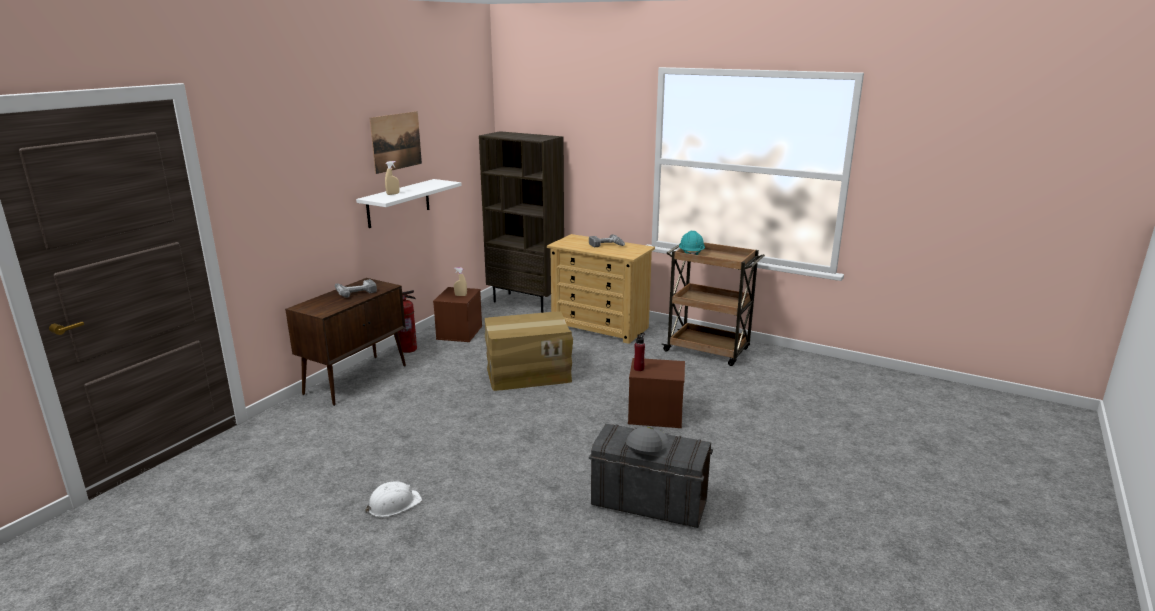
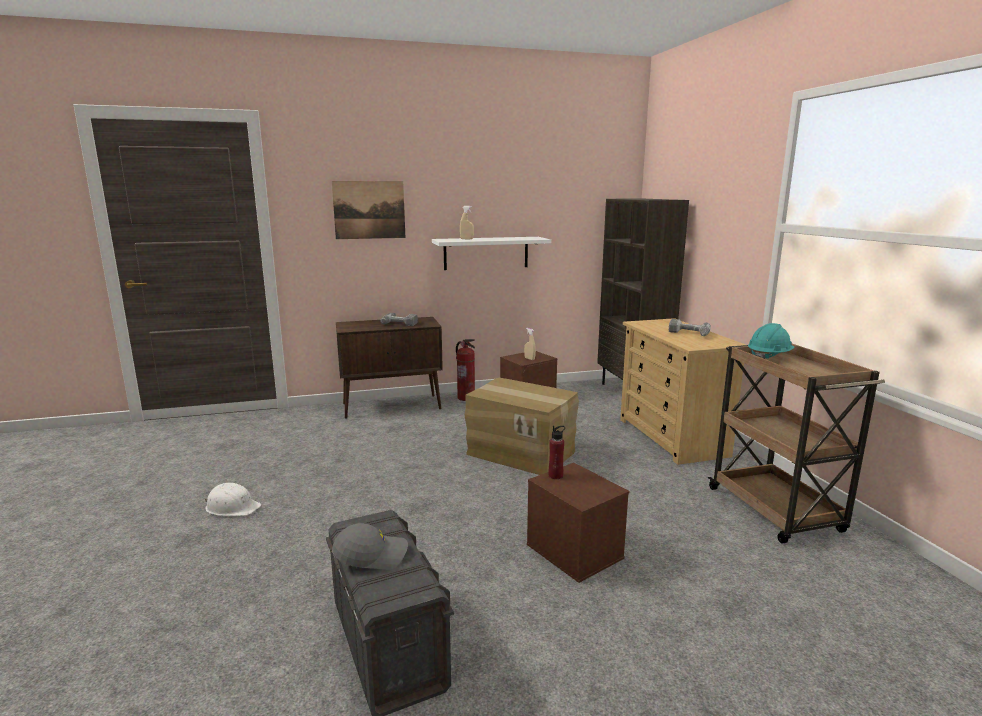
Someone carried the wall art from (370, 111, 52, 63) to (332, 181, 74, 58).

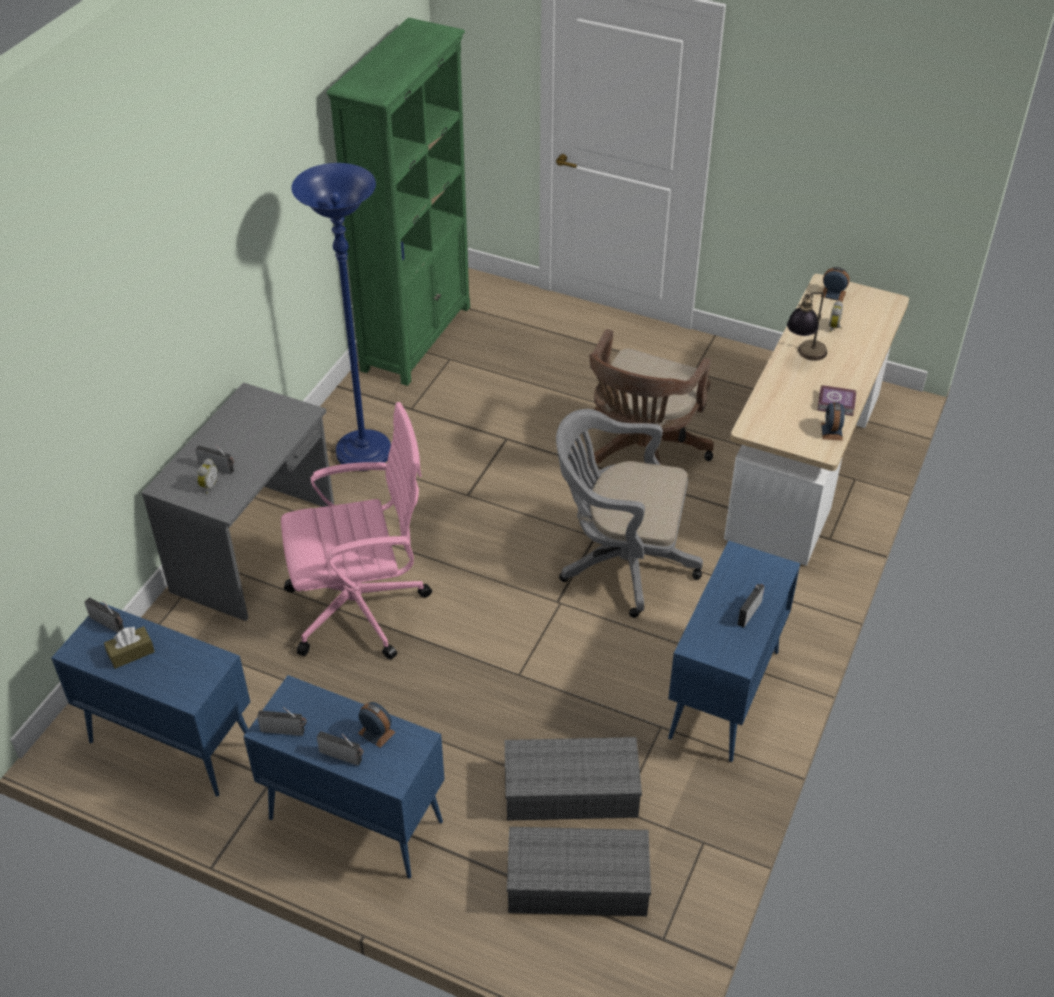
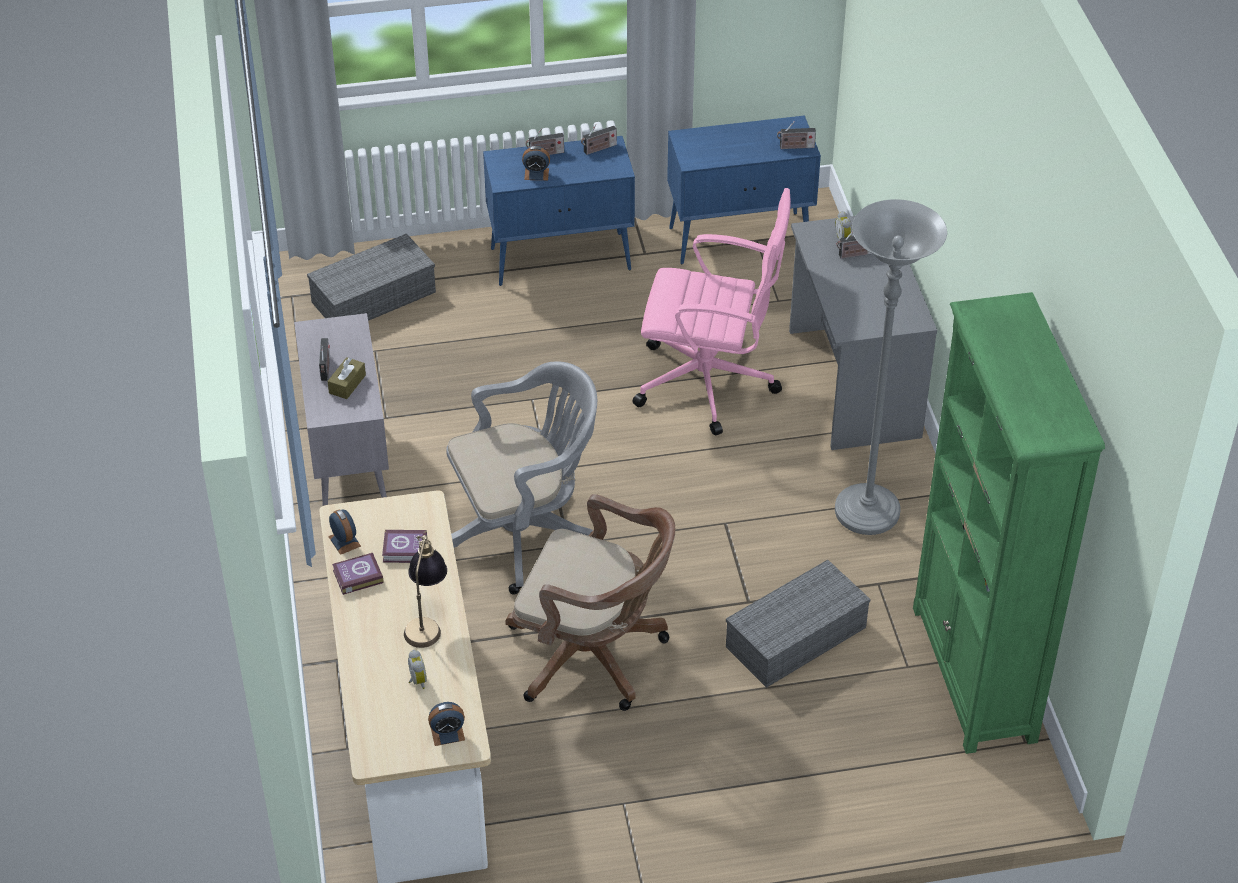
Someone put down the volume at (382, 530, 45, 33). Someone carried the brown tissue box from (104, 626, 51, 43) to (327, 357, 39, 42). Someone carried the gray storage container from (505, 737, 137, 84) to (726, 560, 145, 128). Someone repainted the bluish standing lamp at (291, 163, 100, 308), which became the gray standing lamp at (835, 199, 112, 336). Someone repainted the bluish cupboard at (668, 541, 132, 221), which became the gray cupboard at (294, 313, 95, 193). Someone rotated the pinkish desk chair at (281, 402, 151, 258) by 120 degrees counterclockwise. Someone rotated the brown desk chair at (587, 329, 127, 139) by 120 degrees clockwise.

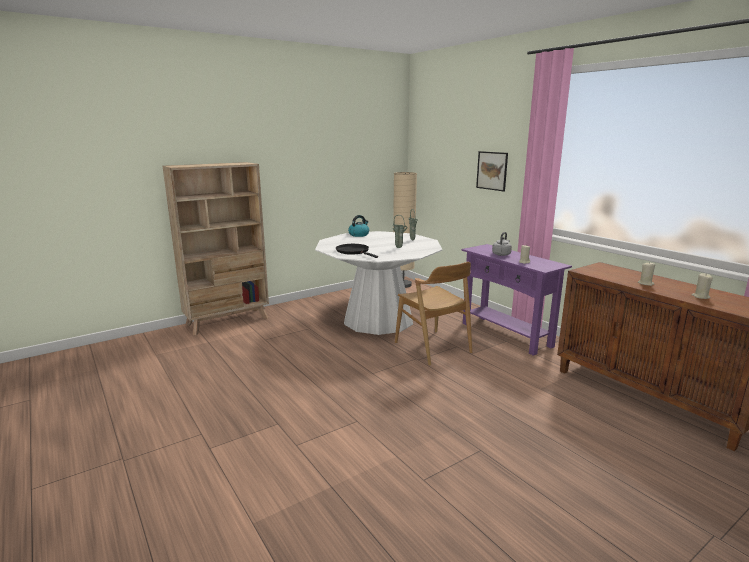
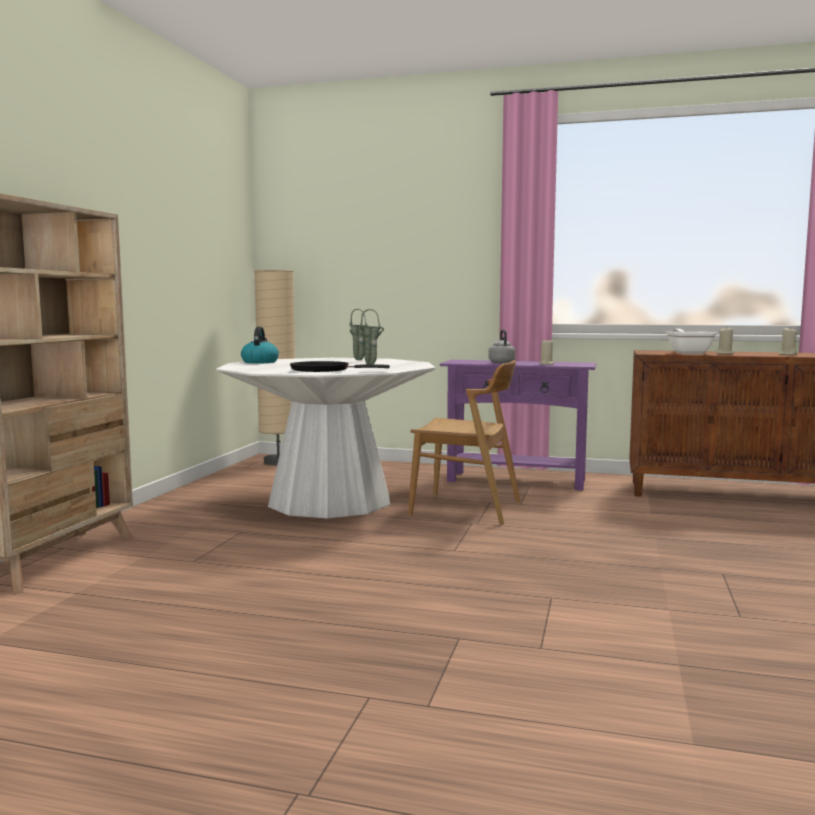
Someone took away the wall art at (476, 151, 32, 40). Someone put down the skillet at (666, 329, 51, 25).

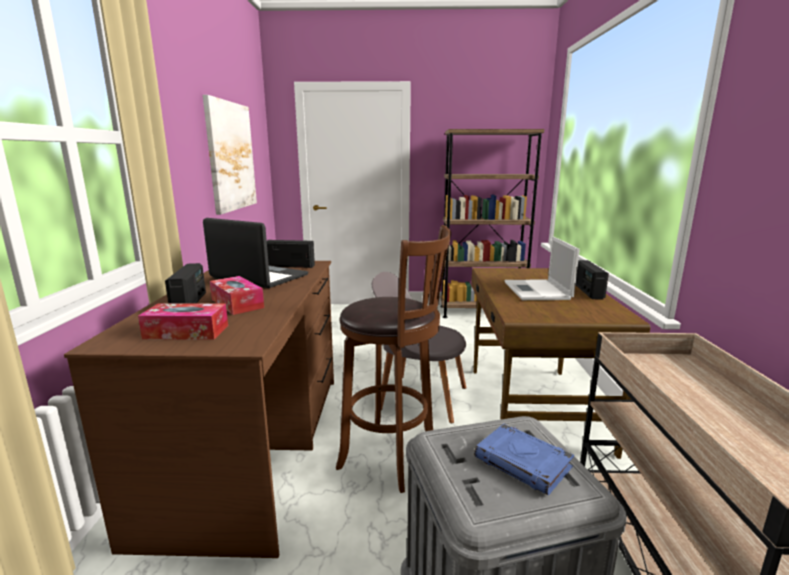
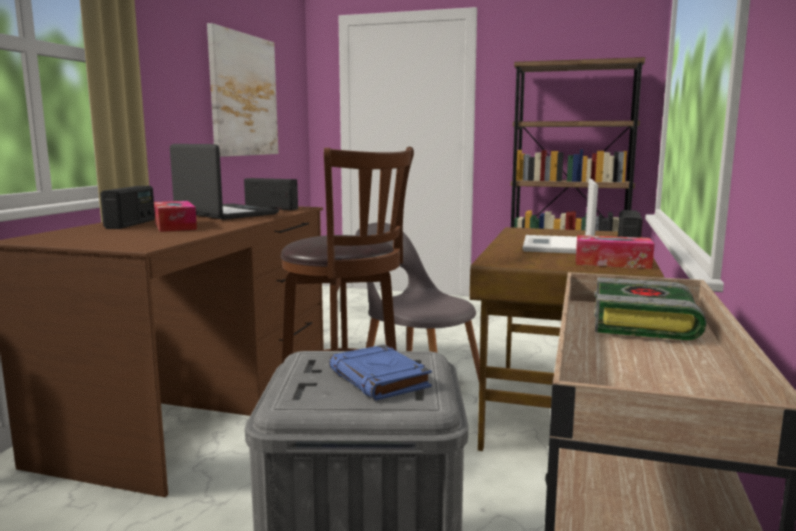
Someone put down the volume at (594, 277, 113, 63). Someone carried the tissue box from (138, 303, 90, 37) to (576, 235, 78, 34).

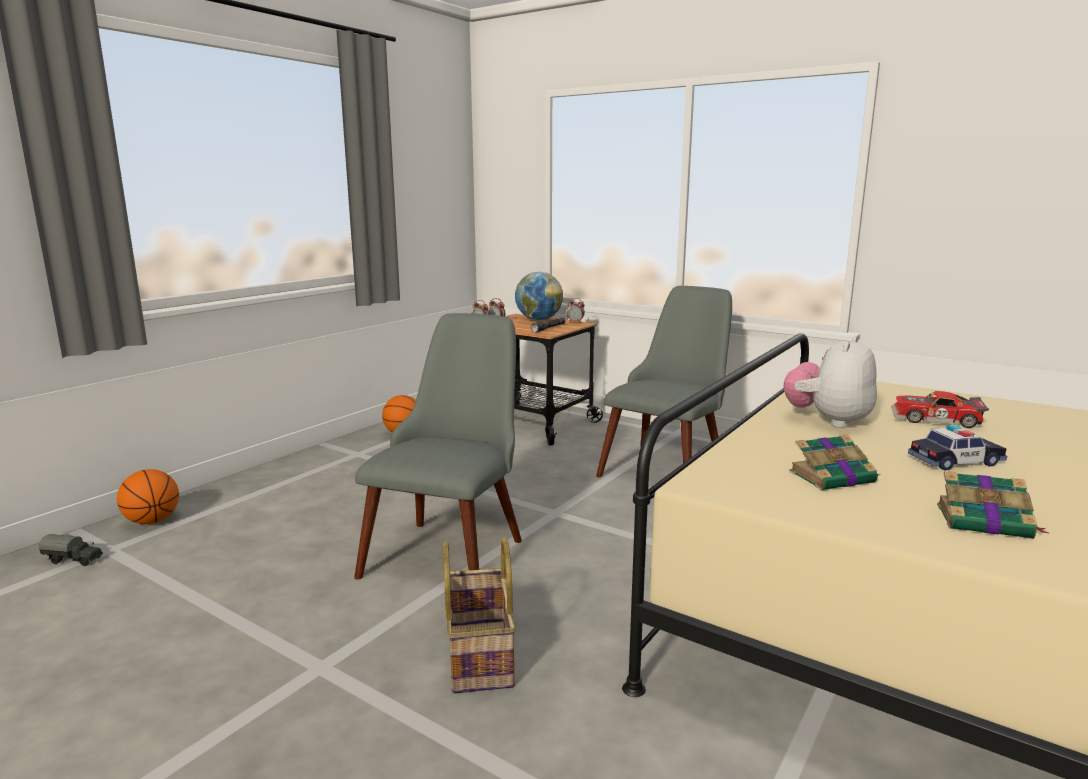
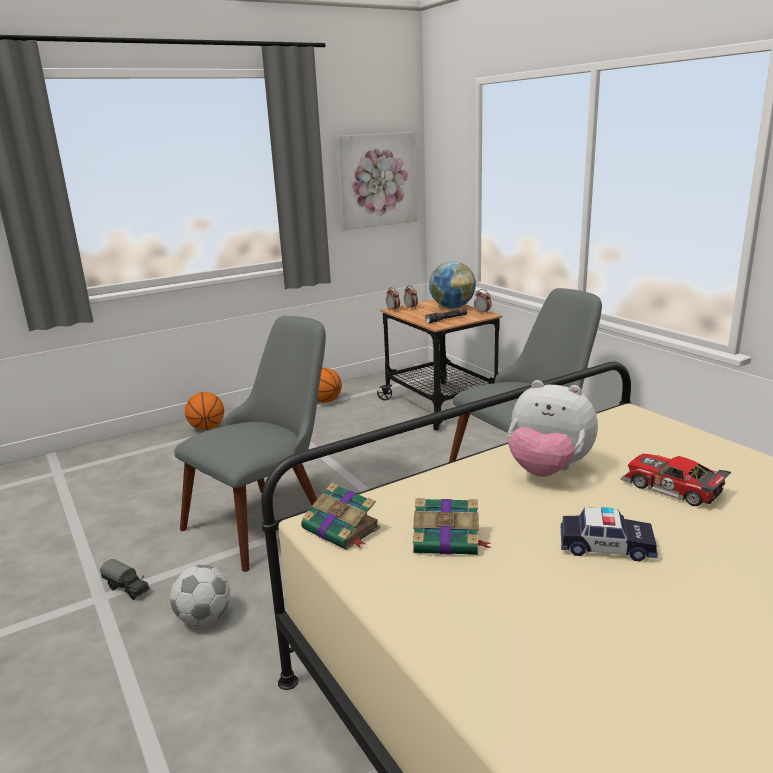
Someone put up the wall art at (335, 132, 82, 98). Someone carried the toy lorry from (39, 534, 64, 32) to (100, 559, 50, 41). Someone carried the basketball ball from (117, 469, 62, 55) to (185, 392, 39, 38). Someone carried the volume from (937, 471, 111, 68) to (301, 482, 79, 68). Someone swapped the basket at (443, 538, 73, 156) for the football ball at (170, 565, 60, 61). Someone rotated the soft toy at (784, 336, 93, 92) by 120 degrees counterclockwise.

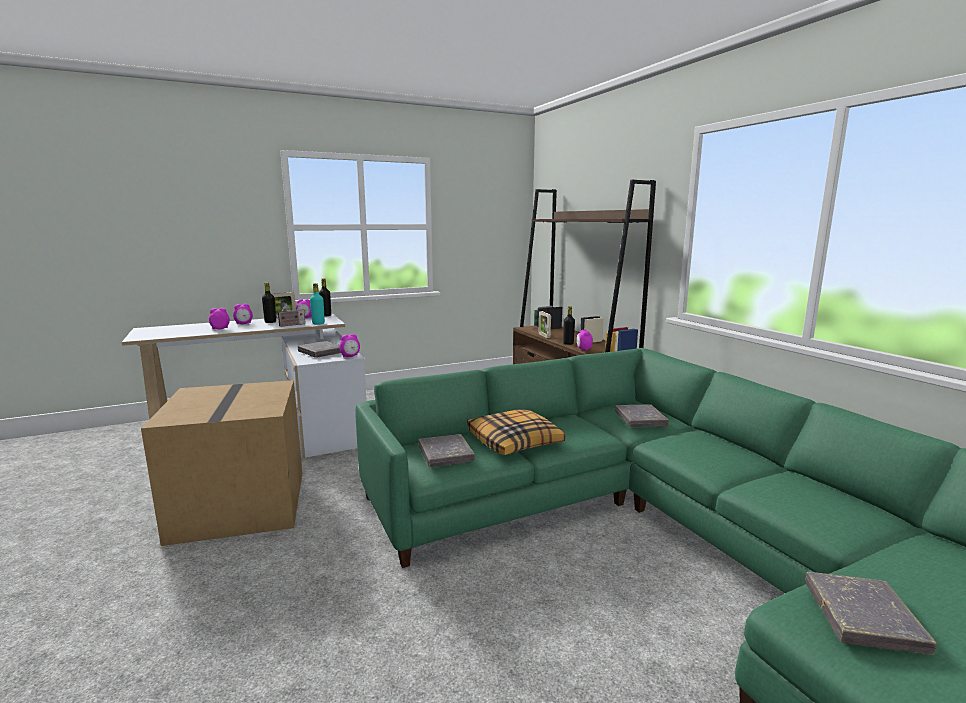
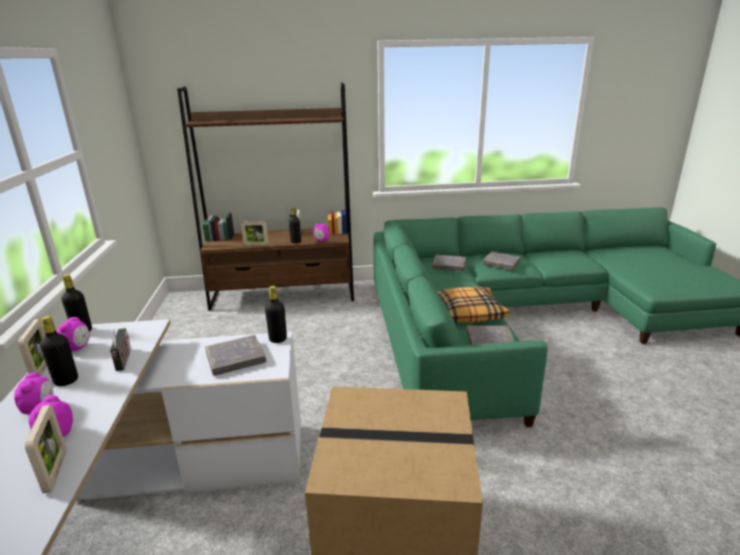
Someone took away the turquoise beverage bottle at (310, 283, 15, 41). Someone put down the photo frame at (25, 404, 41, 89). Someone carried the gray volume from (805, 572, 132, 83) to (482, 252, 39, 18). Someone swapped the bedside clock at (339, 334, 21, 23) for the black-coloured beverage bottle at (265, 286, 22, 57).

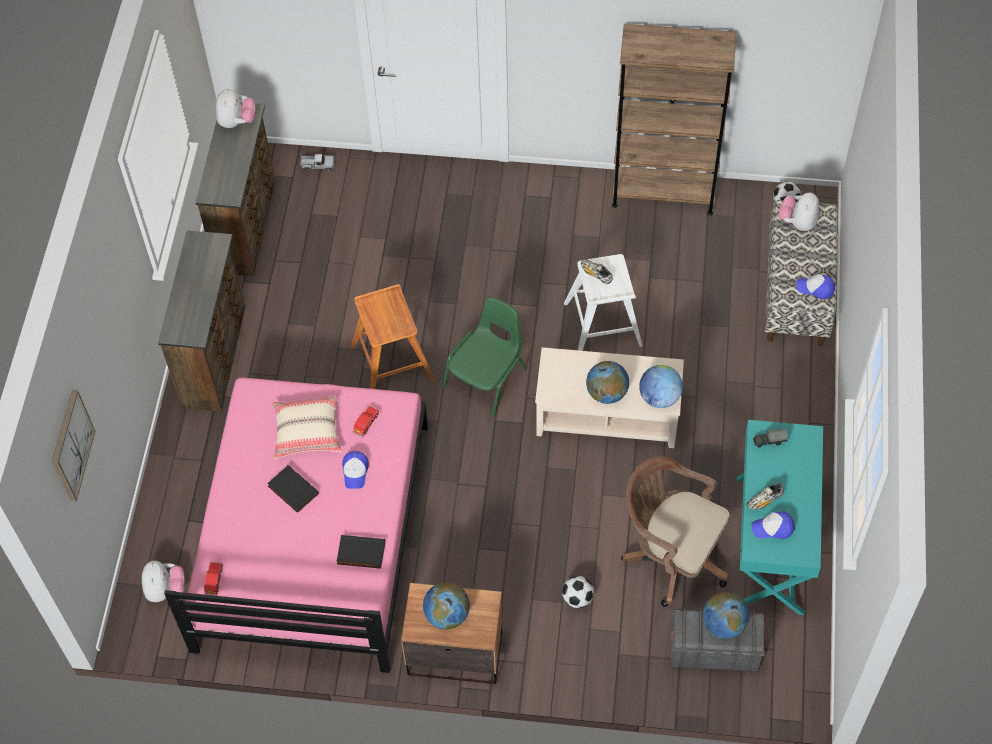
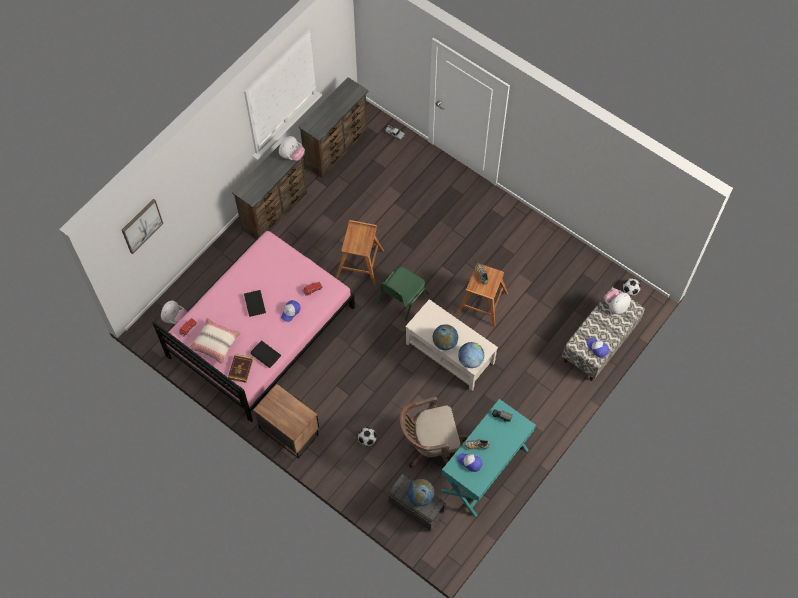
Someone took away the desk globe at (423, 582, 47, 47). Someone took away the brown shelving unit at (612, 24, 124, 191). Someone put down the volume at (228, 354, 25, 29). Someone carried the soft toy from (216, 88, 39, 40) to (279, 136, 26, 25). Someone carried the sand-coloured pillow from (272, 395, 70, 64) to (188, 318, 53, 47). Someone repainted the white stool at (564, 254, 79, 97), which became the brown stool at (456, 263, 52, 64). Someone rotated the greenish chair at (442, 296, 85, 120) by 150 degrees clockwise. Someone rotated the brown desk chair at (621, 457, 110, 150) by 75 degrees counterclockwise.

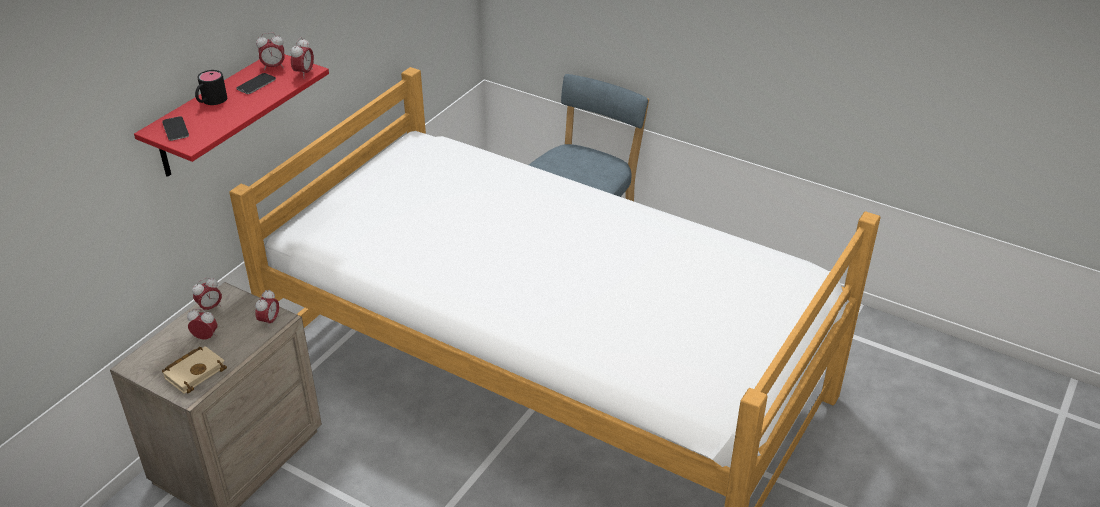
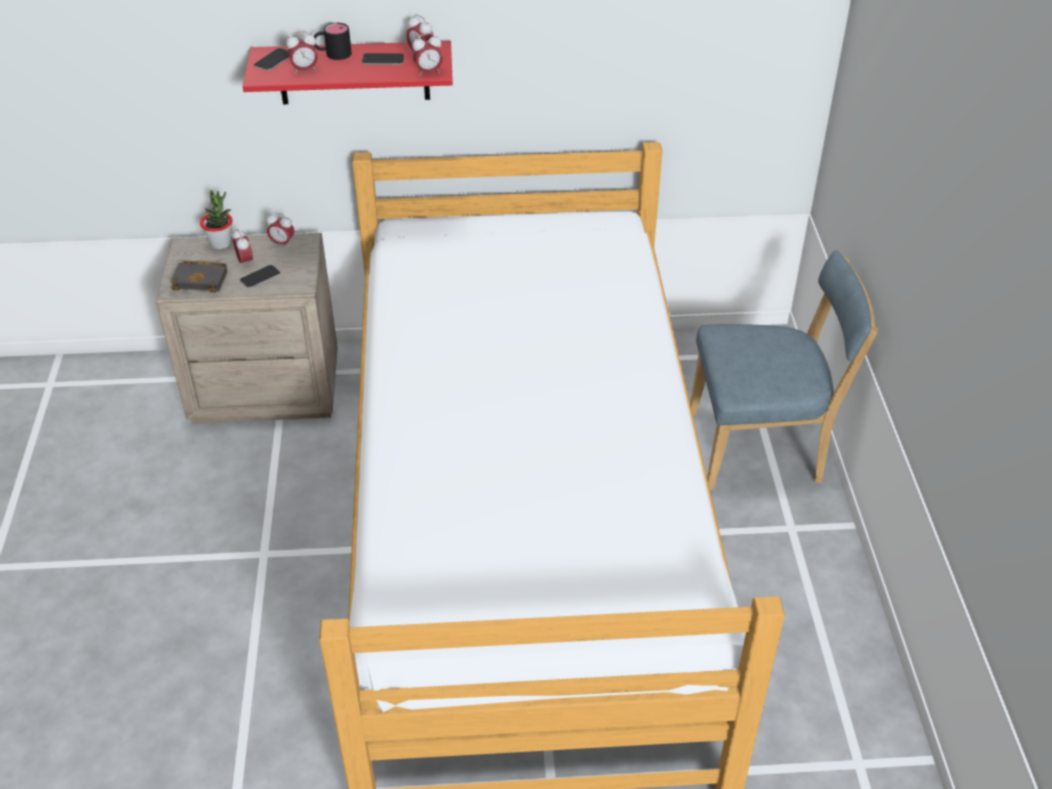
Someone put down the houseplant at (200, 190, 33, 59). Someone put down the handset at (240, 265, 40, 23). Someone carried the bedside clock from (255, 289, 24, 37) to (286, 31, 32, 43). Someone repainted the sand-coloured volume at (162, 346, 65, 48), which became the black-coloured volume at (170, 261, 58, 32).

